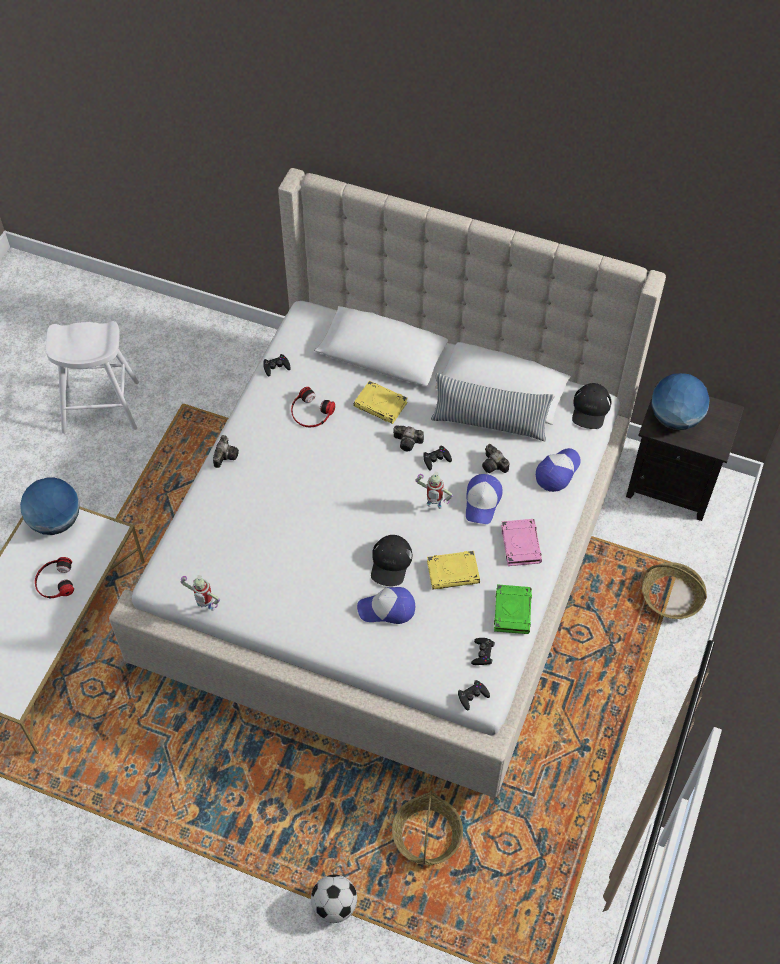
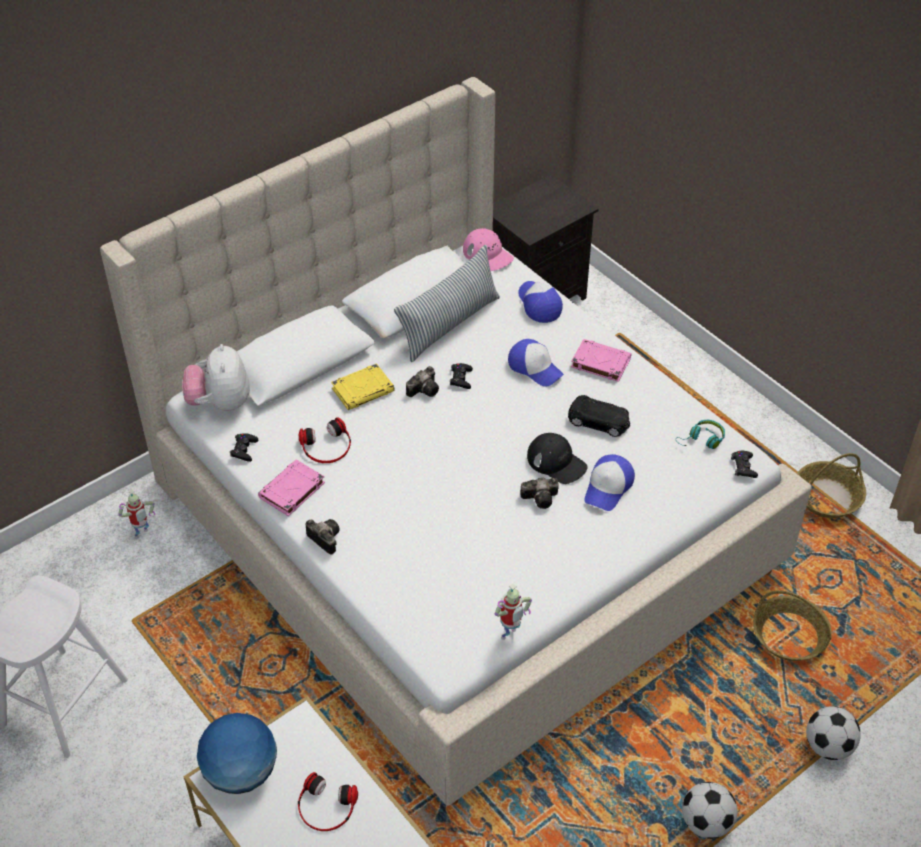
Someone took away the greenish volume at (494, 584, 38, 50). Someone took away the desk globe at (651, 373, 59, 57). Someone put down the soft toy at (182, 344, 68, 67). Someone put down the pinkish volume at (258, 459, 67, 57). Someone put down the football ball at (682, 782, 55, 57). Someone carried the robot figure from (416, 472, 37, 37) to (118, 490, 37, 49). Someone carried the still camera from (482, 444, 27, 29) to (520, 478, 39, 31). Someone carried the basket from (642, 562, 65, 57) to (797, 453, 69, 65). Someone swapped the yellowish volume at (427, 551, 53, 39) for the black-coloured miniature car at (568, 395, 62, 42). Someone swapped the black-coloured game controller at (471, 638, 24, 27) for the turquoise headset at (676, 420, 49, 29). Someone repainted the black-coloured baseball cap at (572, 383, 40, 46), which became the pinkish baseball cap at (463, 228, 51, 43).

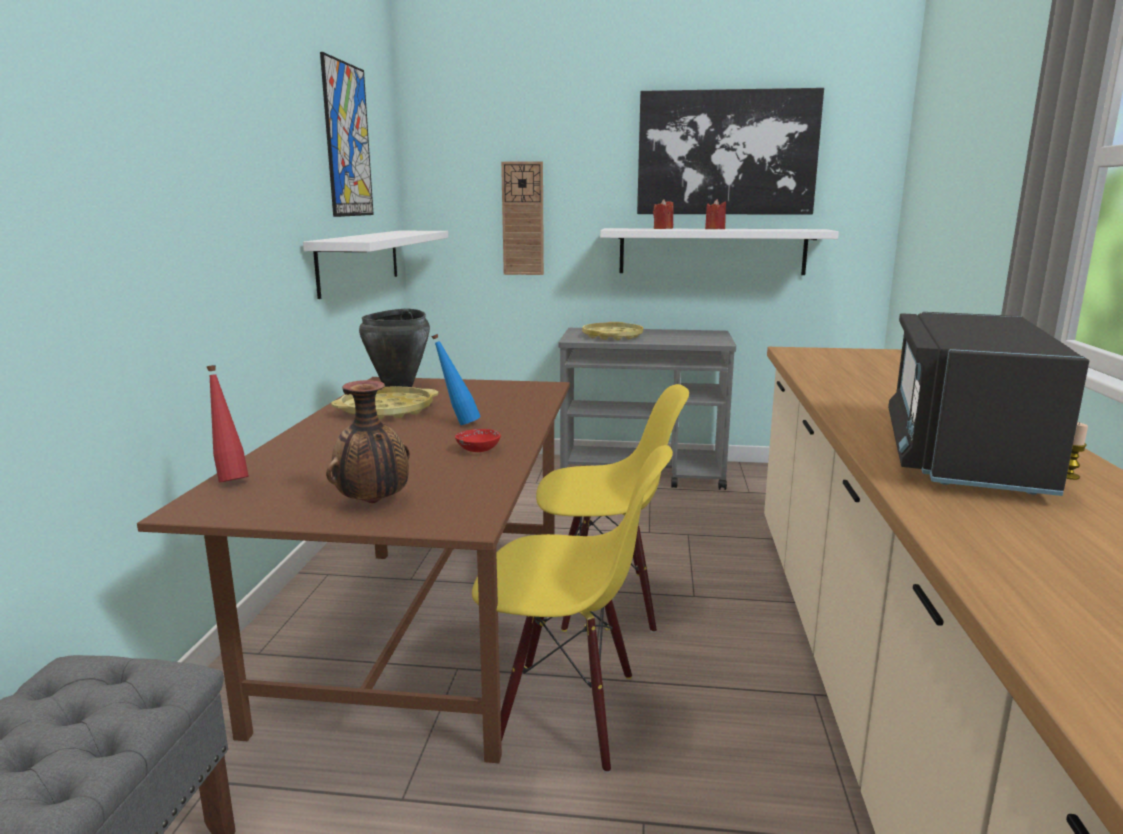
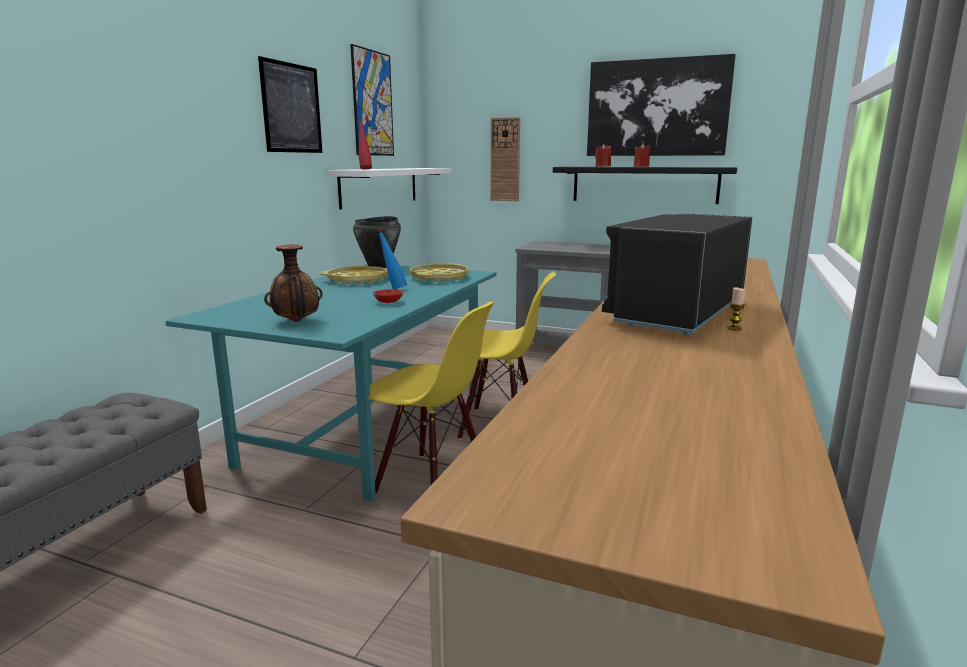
Someone put up the wall art at (258, 56, 64, 97). Someone carried the red-coloured beverage bottle from (207, 365, 42, 117) to (359, 118, 13, 52). Someone carried the yellowish carrying tray from (582, 322, 61, 18) to (410, 263, 59, 19). Someone repainted the brown kitchen table at (137, 377, 433, 386), which became the turquoise kitchen table at (165, 264, 332, 238). Someone repainted the white bracket shelf at (600, 228, 239, 47), which became the black-coloured bracket shelf at (553, 167, 184, 37).

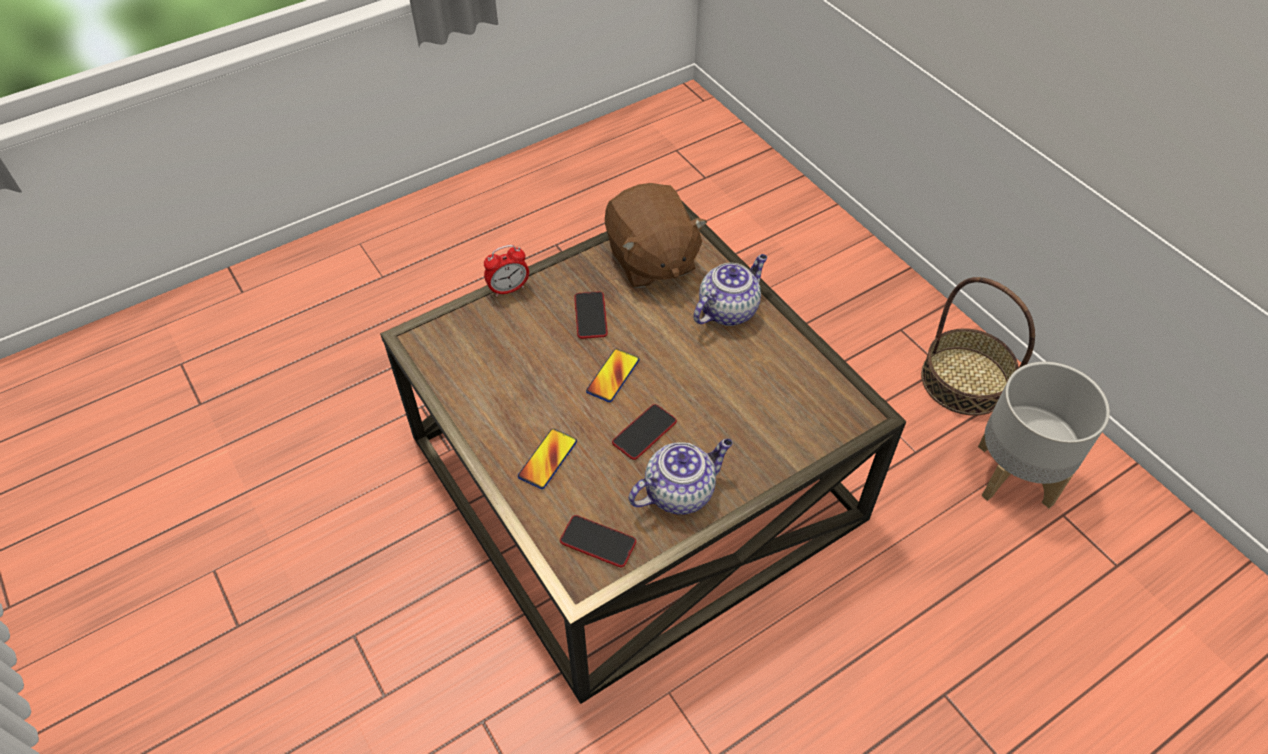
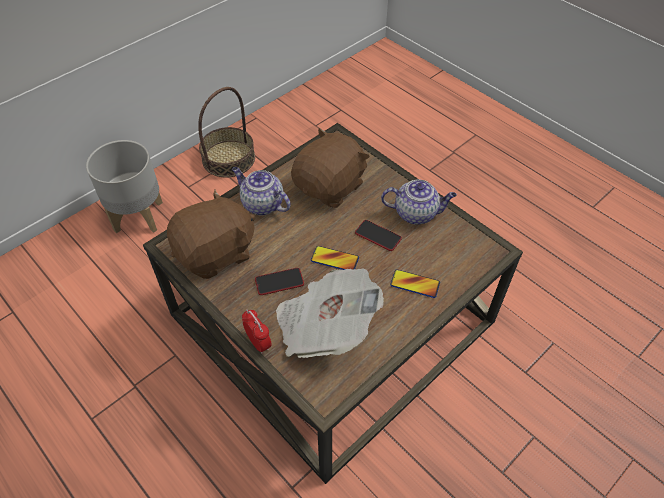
Someone took away the handset at (560, 515, 76, 52). Someone put down the printed paper at (276, 268, 108, 90). Someone put down the brown soft toy at (291, 128, 79, 80). Someone carried the gray flower pot from (978, 362, 132, 146) to (86, 140, 77, 93). Someone rotated the tea pot at (628, 439, 104, 76) by 135 degrees clockwise.

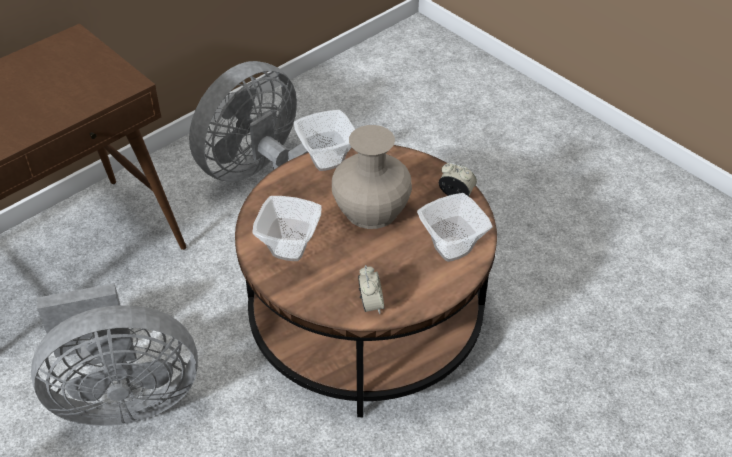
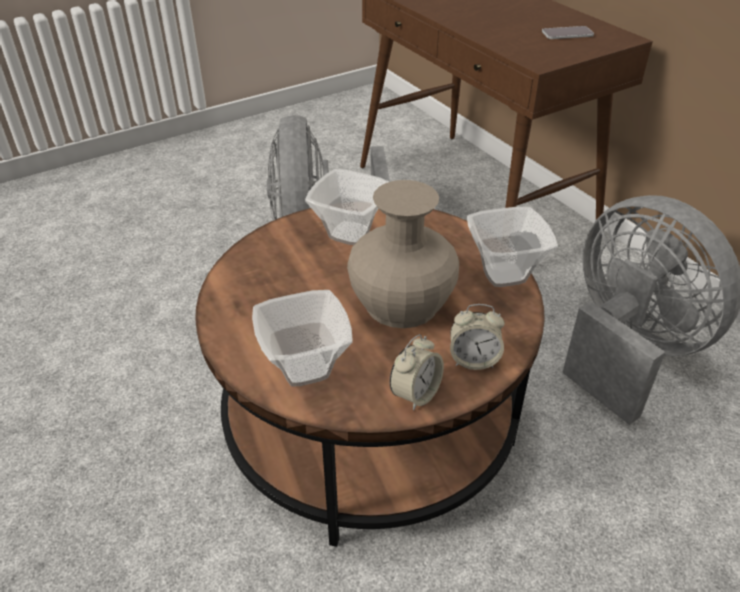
Someone put down the handset at (542, 26, 52, 13). Someone carried the bedside clock from (358, 265, 26, 49) to (450, 304, 55, 66).

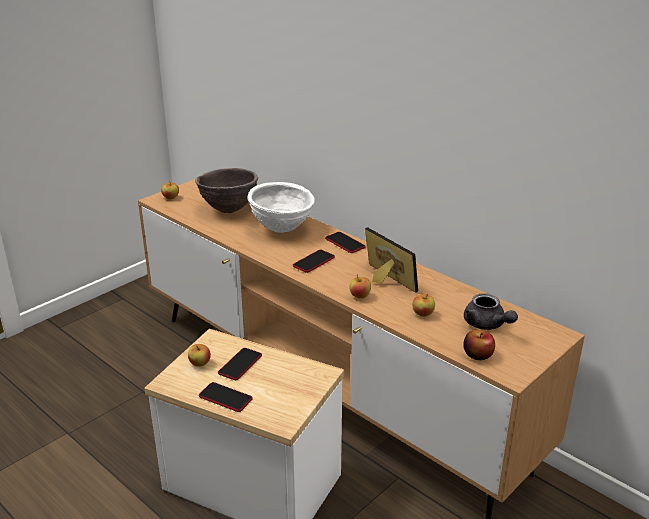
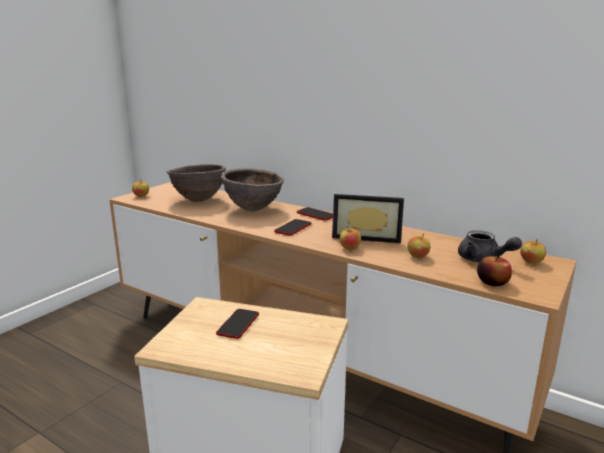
Someone took away the handset at (199, 382, 54, 30). Someone carried the apple fruit from (188, 344, 23, 23) to (520, 239, 26, 25). Someone repainted the white serving bowl at (247, 182, 68, 51), which became the brown serving bowl at (221, 168, 63, 44). Someone rotated the photo frame at (365, 227, 53, 66) by 150 degrees clockwise.

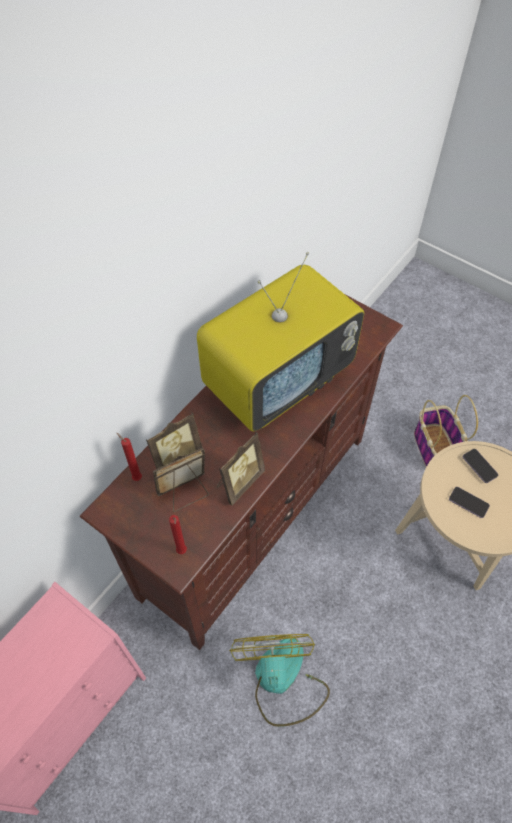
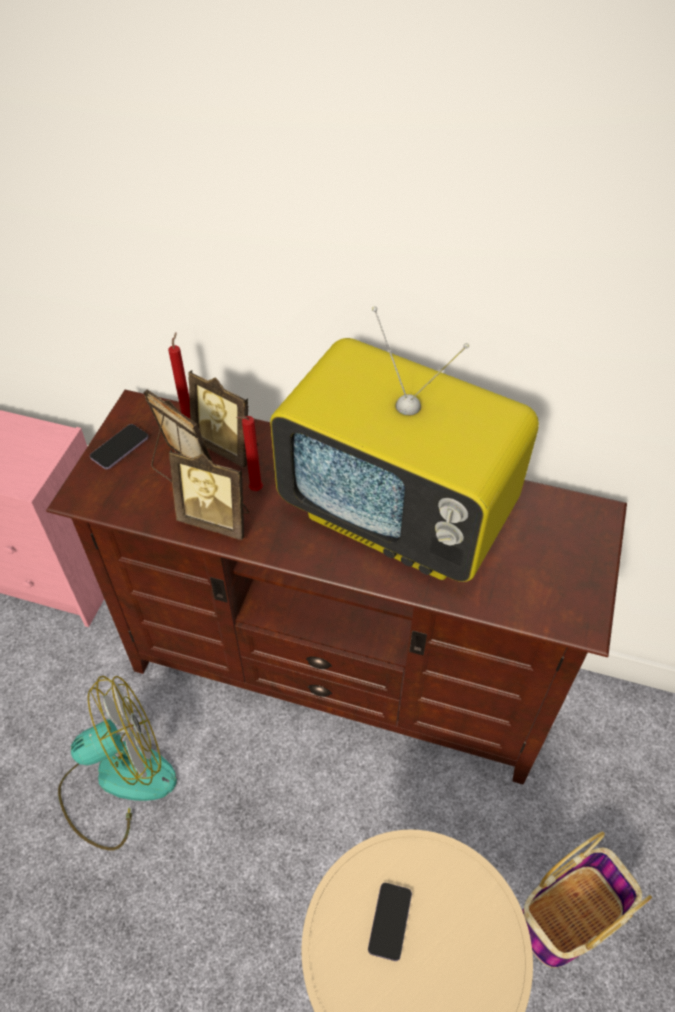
Someone carried the red-coloured wax candle from (169, 515, 18, 39) to (236, 416, 27, 75). Someone carried the handset from (463, 449, 35, 34) to (90, 424, 59, 45).

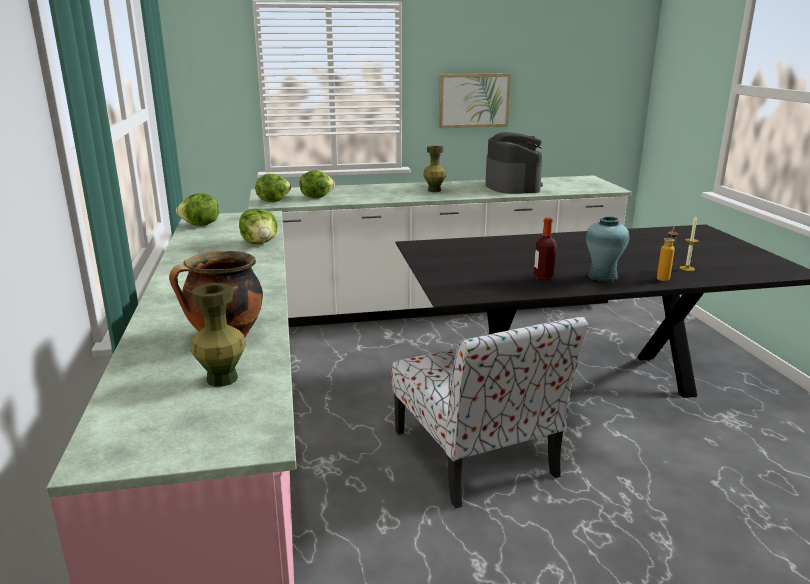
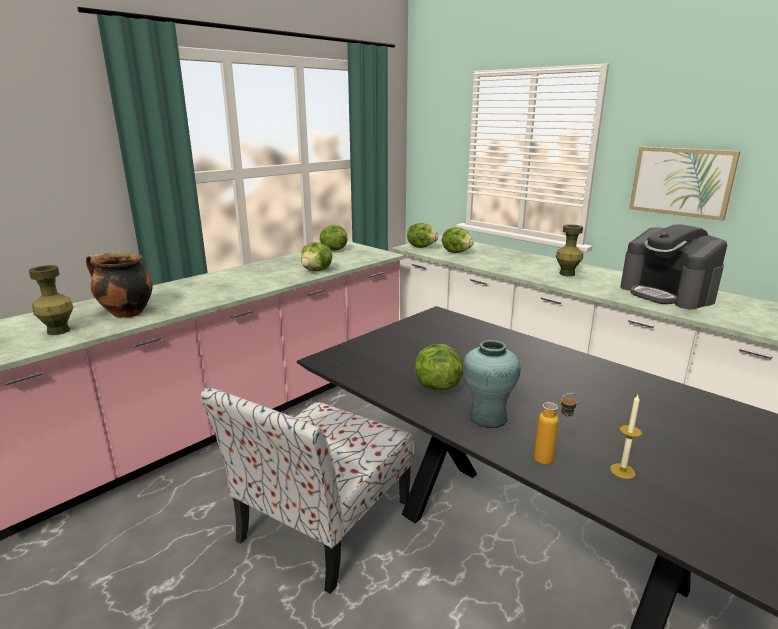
Someone swapped the beverage bottle at (534, 217, 22, 63) for the lettuce at (414, 344, 49, 46). Someone rotated the coffee machine at (485, 132, 58, 62) by 105 degrees clockwise.

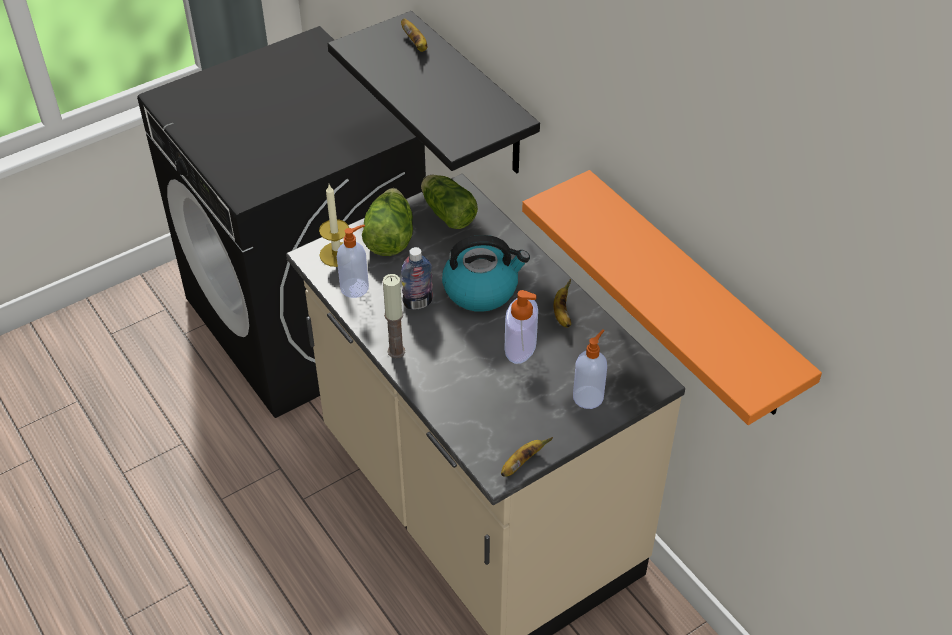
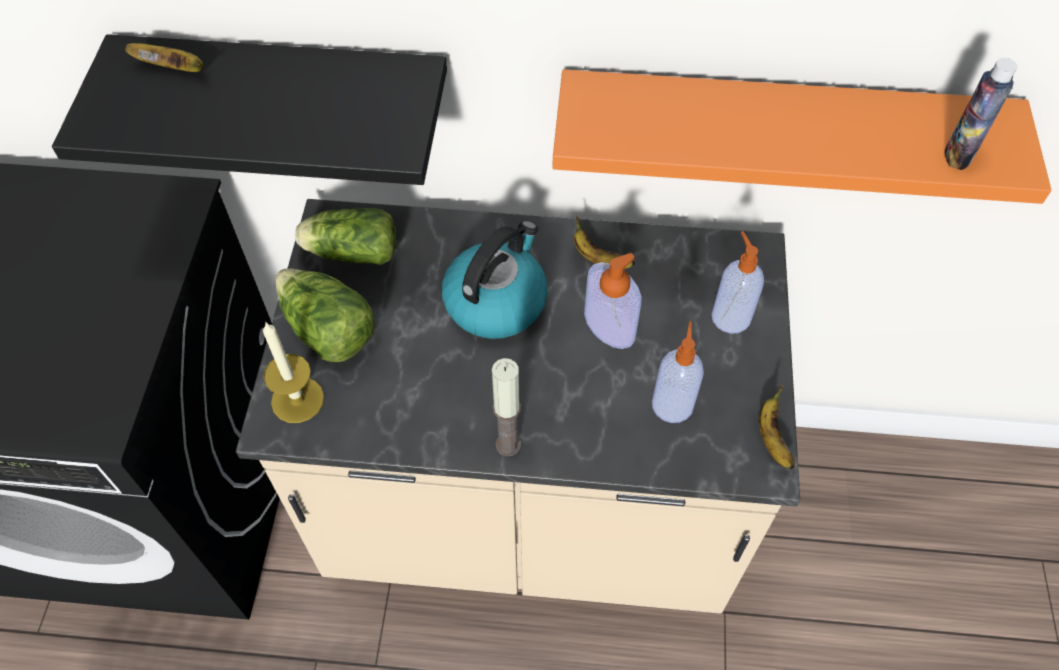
Someone carried the liquid soap bottle from (337, 225, 32, 73) to (652, 321, 52, 102). Someone carried the beverage bottle from (401, 247, 32, 62) to (945, 58, 72, 112).

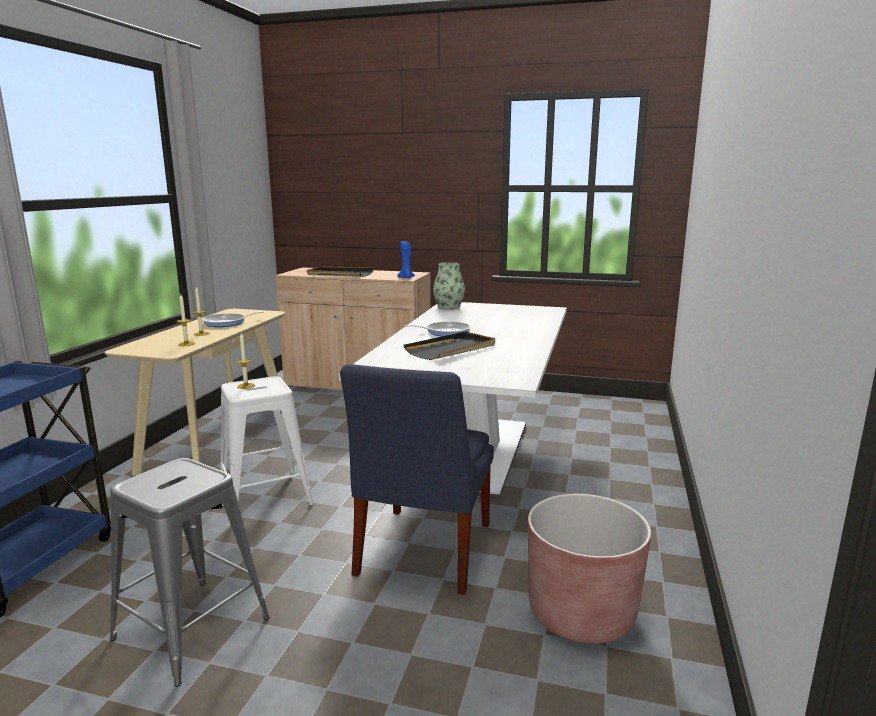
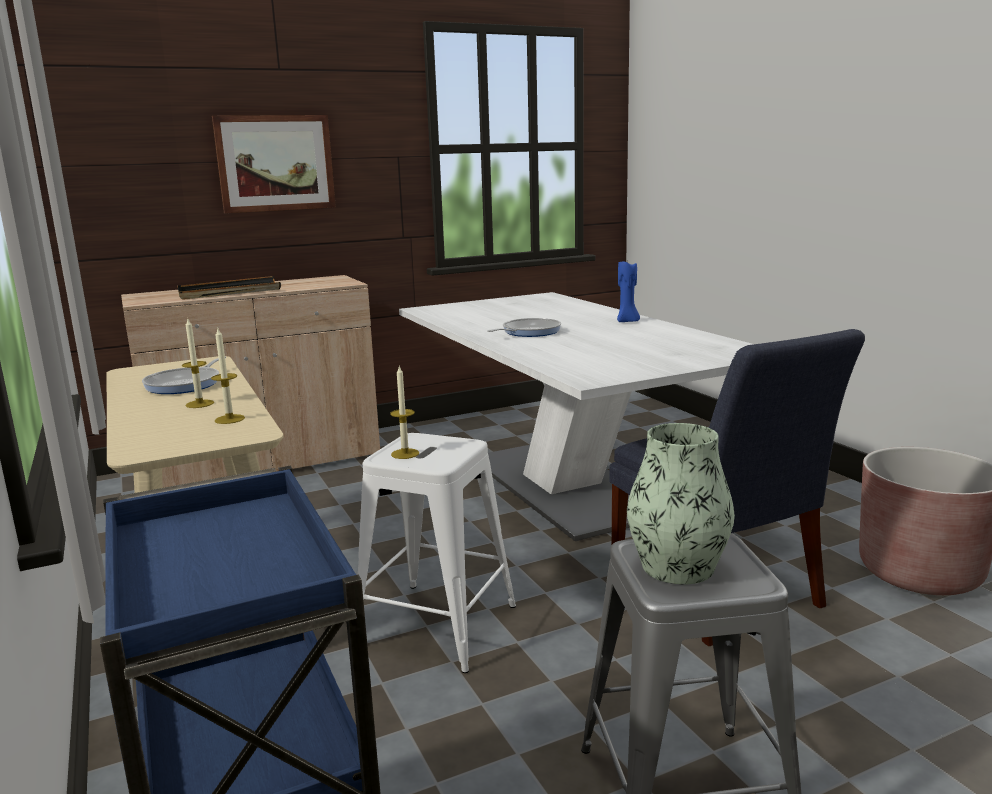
Someone took away the black-coloured carrying tray at (404, 332, 91, 28). Someone put up the wall art at (212, 115, 124, 98). Someone carried the bluish wax candle from (397, 241, 18, 37) to (617, 261, 23, 61). Someone carried the flower vase from (433, 262, 32, 48) to (627, 423, 108, 161).

